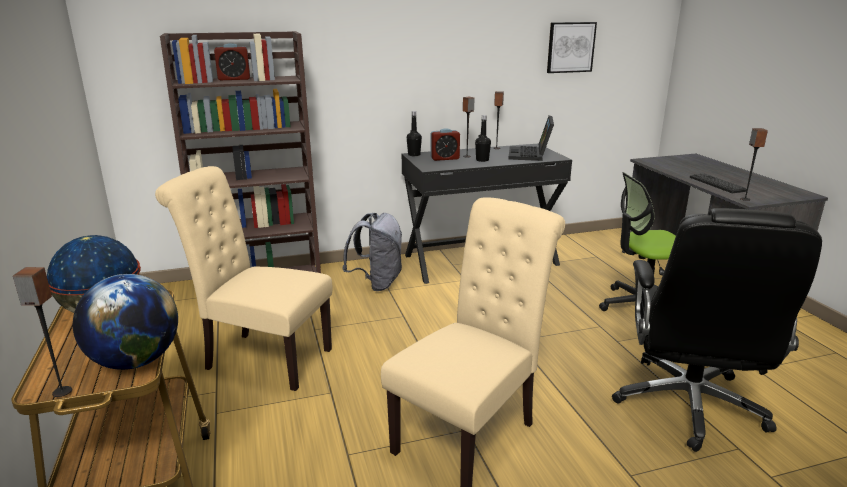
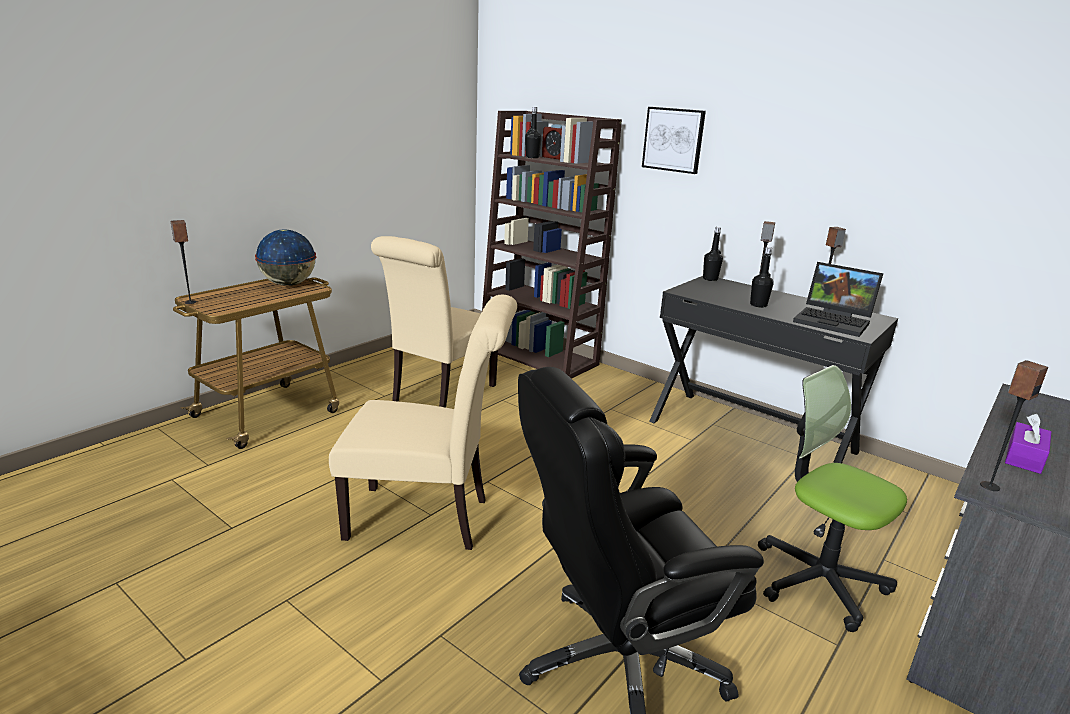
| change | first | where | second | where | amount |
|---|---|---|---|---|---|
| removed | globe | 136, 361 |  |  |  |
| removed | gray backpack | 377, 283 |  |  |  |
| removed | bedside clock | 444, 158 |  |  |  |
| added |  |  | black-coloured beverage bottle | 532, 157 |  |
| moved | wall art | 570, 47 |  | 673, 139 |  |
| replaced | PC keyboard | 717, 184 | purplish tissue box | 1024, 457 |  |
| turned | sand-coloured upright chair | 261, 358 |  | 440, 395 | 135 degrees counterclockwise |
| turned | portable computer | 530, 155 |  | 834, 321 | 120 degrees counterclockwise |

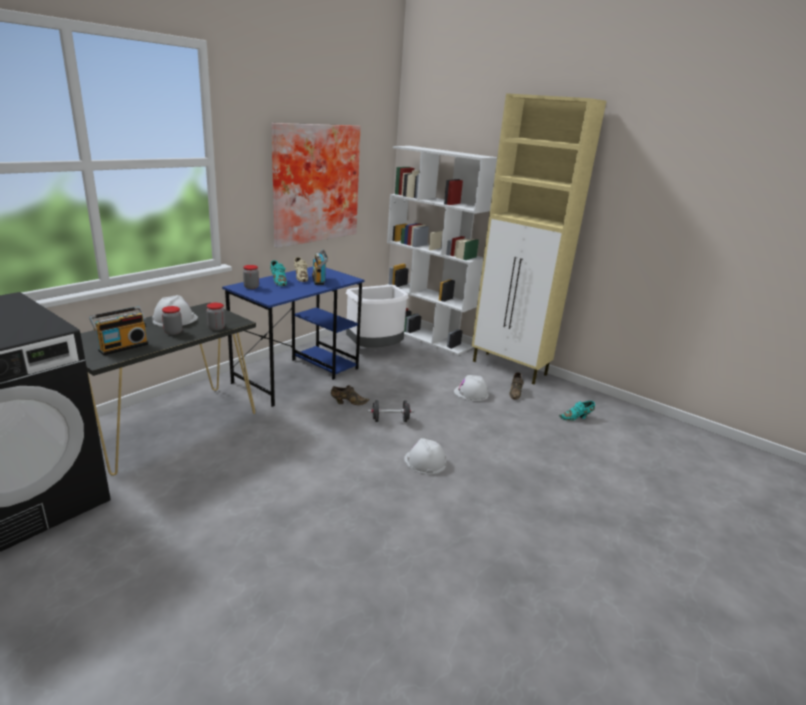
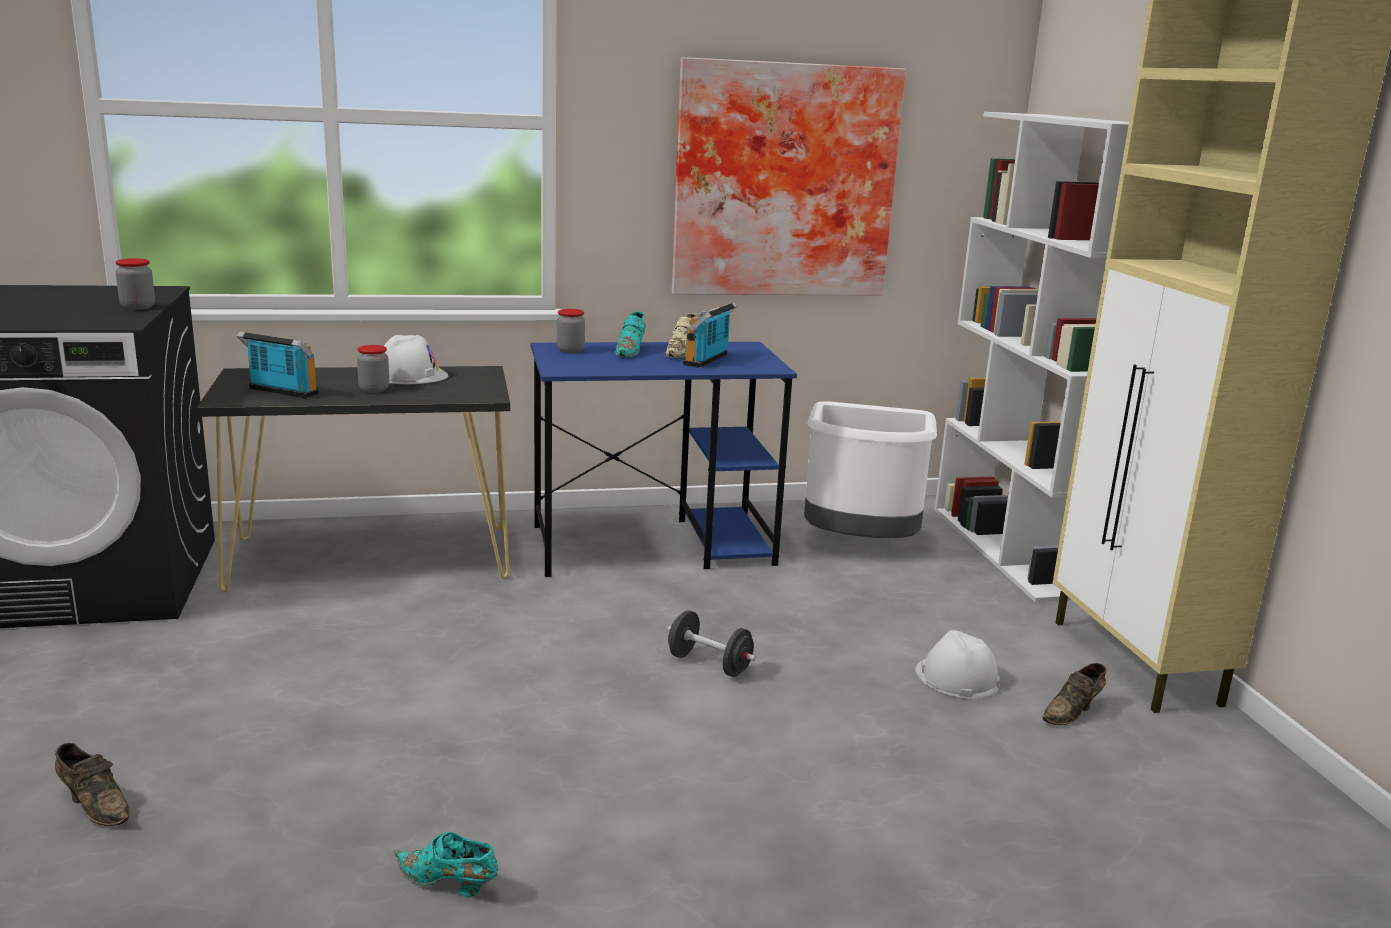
| change | first | where | second | where | amount |
|---|---|---|---|---|---|
| removed | white work helmet | 425, 461 |  |  |  |
| moved | jar | 216, 328 |  | 138, 307 |  |
| moved | brownish low shoe | 348, 403 |  | 95, 805 |  |
| moved | turquoise-coloured low shoe | 576, 418 |  | 448, 884 |  |
| turned | radio set | 123, 347 |  | 281, 392 | 150 degrees counterclockwise |

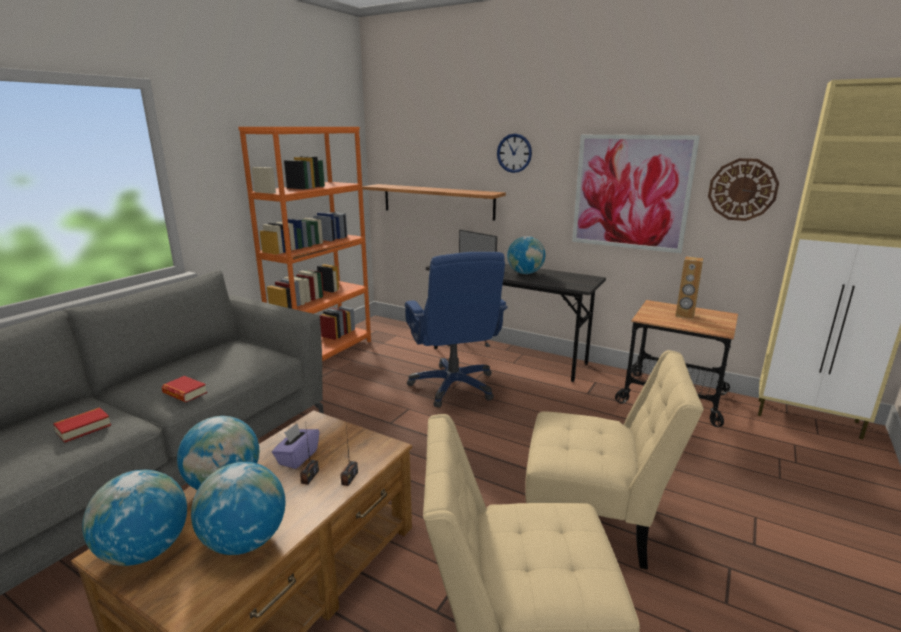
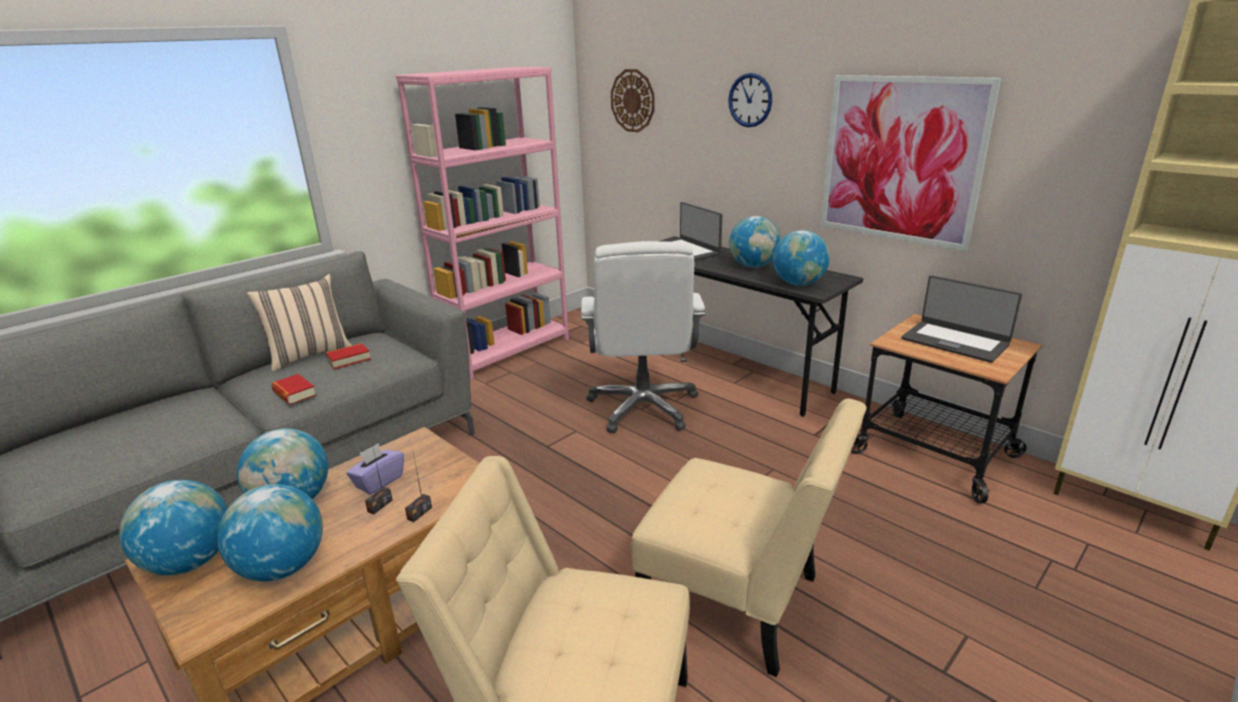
| change | first | where | second | where | amount |
|---|---|---|---|---|---|
| removed | bracket shelf | 437, 201 |  |  |  |
| added |  |  | sand-coloured cushion | 309, 355 |  |
| added |  |  | globe | 799, 284 |  |
| moved | bound book | 83, 428 |  | 349, 360 |  |
| moved | wall clock | 742, 189 |  | 633, 101 |  |
| replaced | brownish speaker | 684, 315 | portable computer | 955, 341 |  |
| recoloured | orange-coloured bookcase | 324, 354 | pinkish bookcase | 507, 351 |  |
| recoloured | blue-coloured office chair | 454, 386 | white office chair | 643, 407 |  |

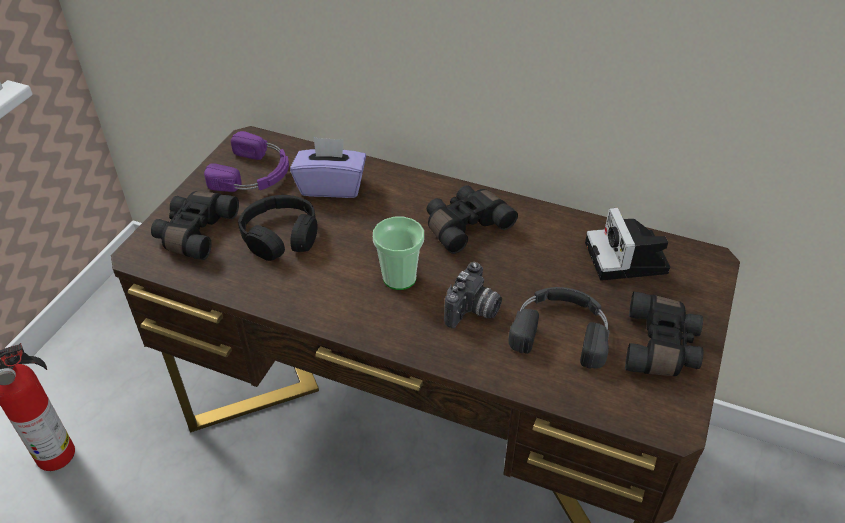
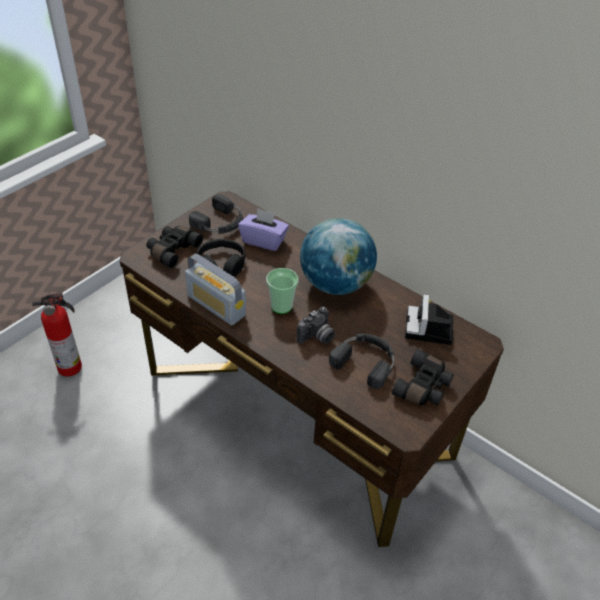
| change | first | where | second | where | amount |
|---|---|---|---|---|---|
| added |  |  | radio set | 216, 306 |  |
| replaced | black-coloured field glasses | 465, 225 | globe | 335, 284 |  |
| recoloured | purplish pair of headphones | 254, 174 | black-coloured pair of headphones | 220, 222 |  |

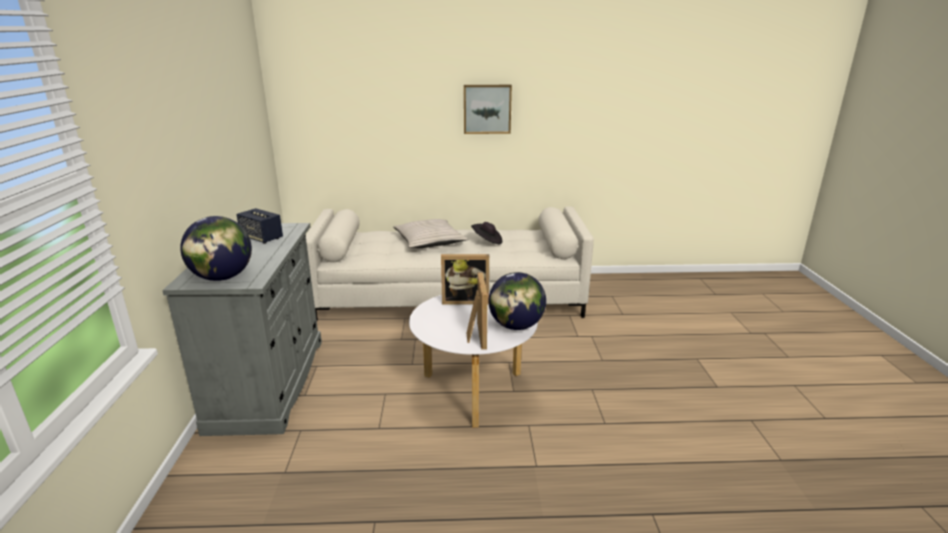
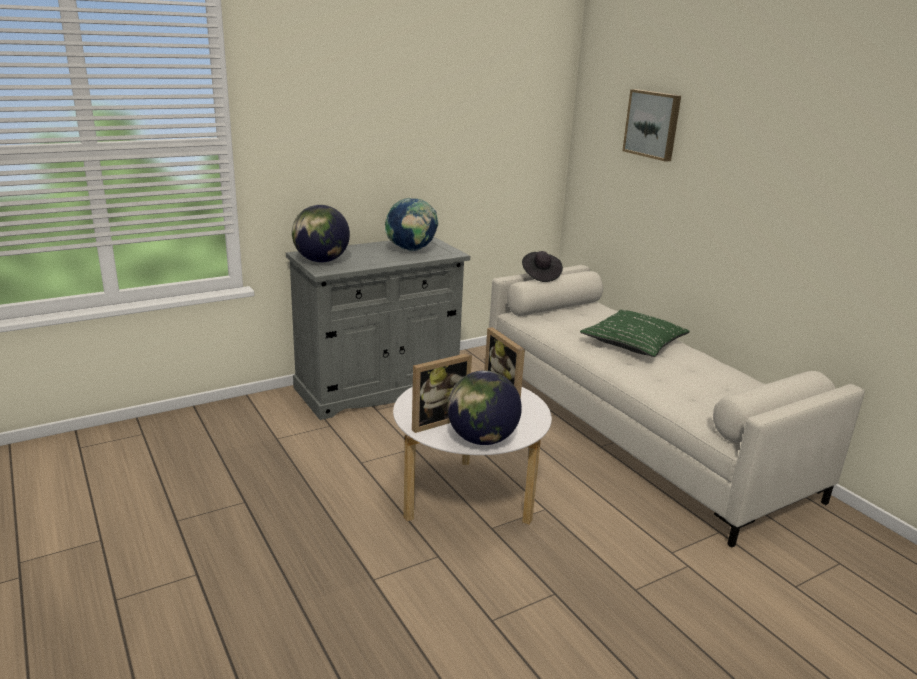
| change | first | where | second | where | amount |
|---|---|---|---|---|---|
| moved | wall art | 487, 109 |  | 653, 124 |  |
| moved | black-coloured hat | 487, 241 |  | 540, 275 |  |
| replaced | speaker | 261, 238 | globe | 411, 250 |  |
| recoloured | sand-coloured cushion | 429, 241 | green cushion | 634, 343 |  |

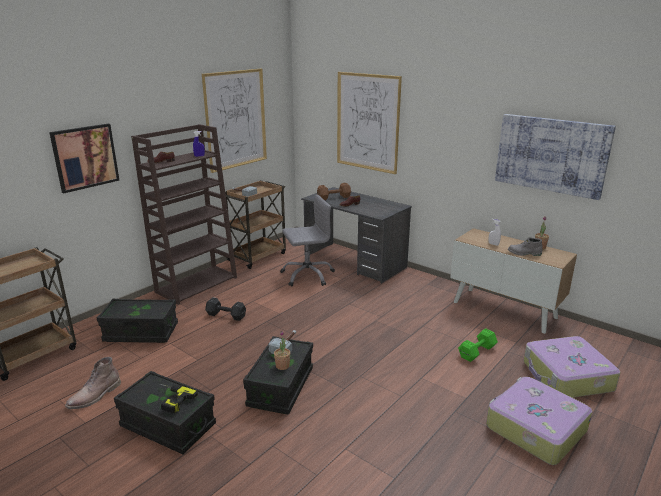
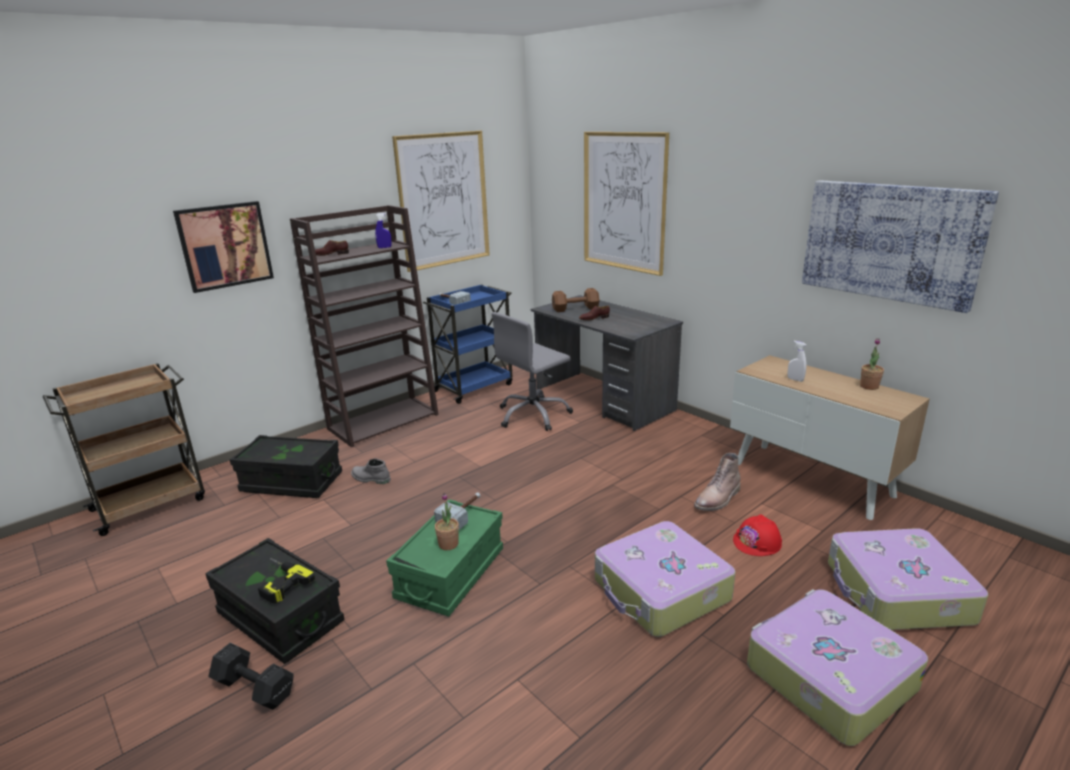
| change | first | where | second | where | amount |
|---|---|---|---|---|---|
| added |  |  | piece of luggage | 661, 591 |  |
| moved | brownish tall boot | 95, 396 |  | 718, 499 |  |
| moved | black-coloured free weight | 225, 315 |  | 253, 686 |  |
| moved | gray tall boot | 524, 253 |  | 370, 479 |  |
| replaced | green free weight | 478, 352 | reddish work helmet | 757, 542 |  |
| recoloured | brownish wheeled cart | 258, 256 | blue-coloured wheeled cart | 474, 387 |  |
| recoloured | black-coloured storage bin | 281, 387 | green storage bin | 451, 574 |  |
| turned | gray office chair | 307, 275 |  | 533, 415 | 150 degrees clockwise |

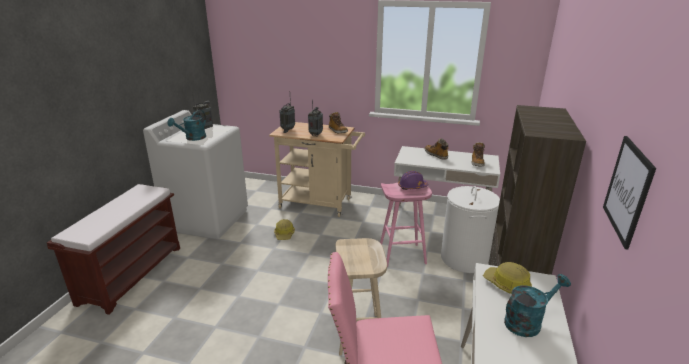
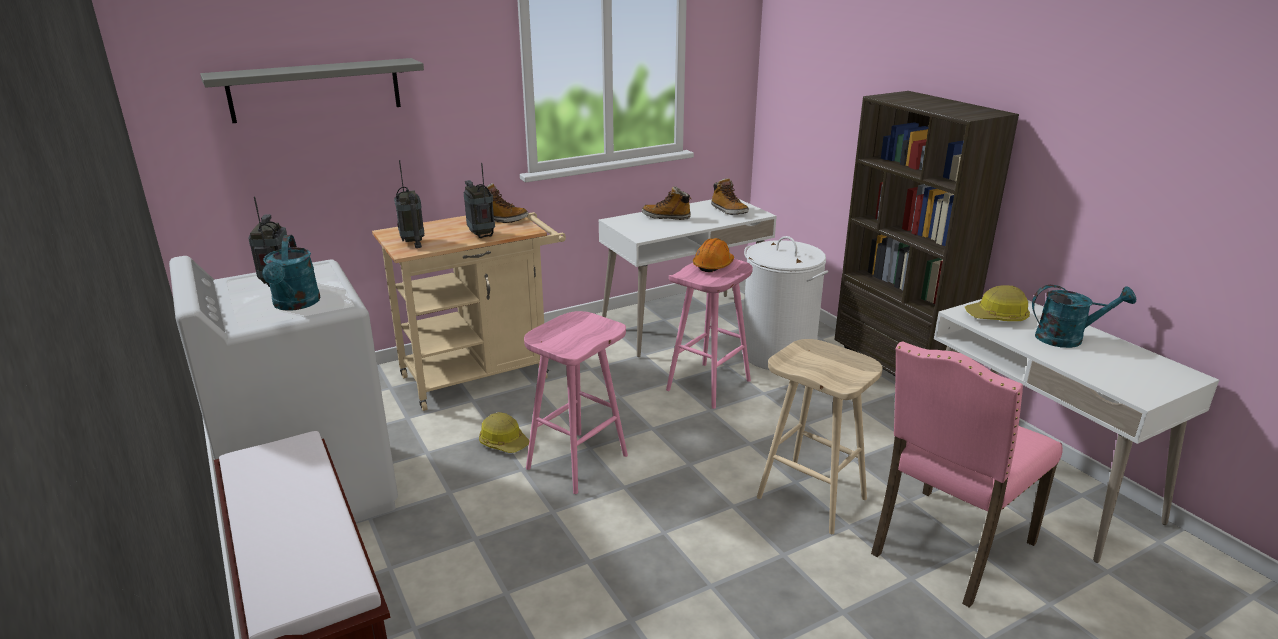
| change | first | where | second | where | amount |
|---|---|---|---|---|---|
| removed | wall art | 627, 190 |  |  |  |
| added |  |  | gray bracket shelf | 315, 90 |  |
| added |  |  | pinkish stool seat | 577, 461 |  |
| recoloured | purplish work helmet | 412, 187 | orange-coloured work helmet | 713, 265 |  |
| turned | turquoise-coloured watering can | 527, 322 |  | 1067, 338 | 75 degrees clockwise |

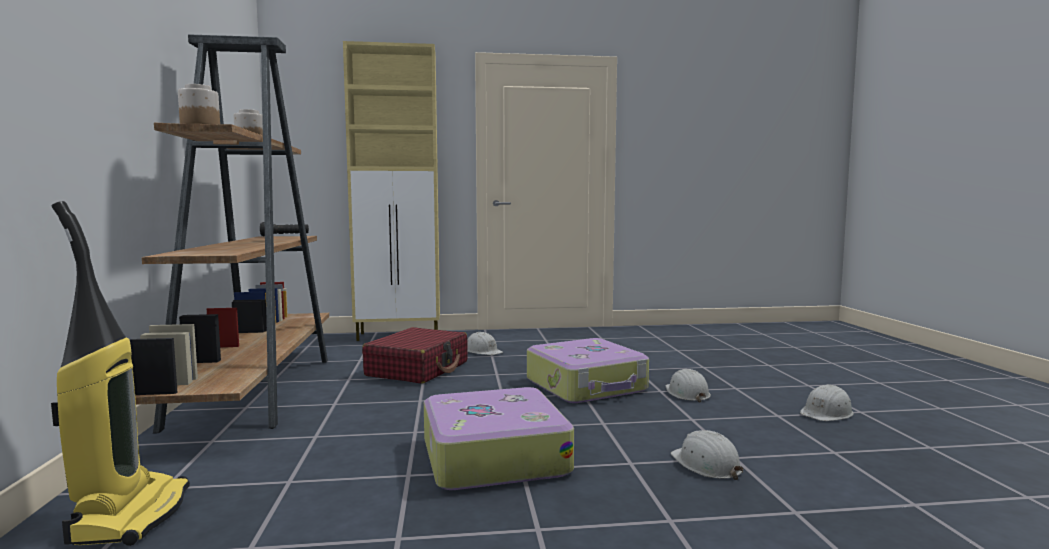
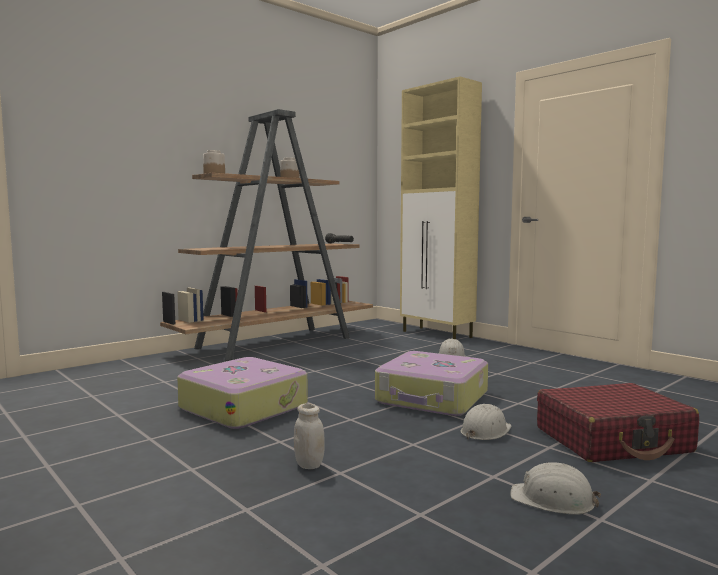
| change | first | where | second | where | amount |
|---|---|---|---|---|---|
| removed | vacuum cleaner | 130, 515 |  |  |  |
| moved | reddish piece of luggage | 418, 369 |  | 613, 440 |  |
| replaced | white work helmet | 706, 464 | white jar | 309, 465 |  |

